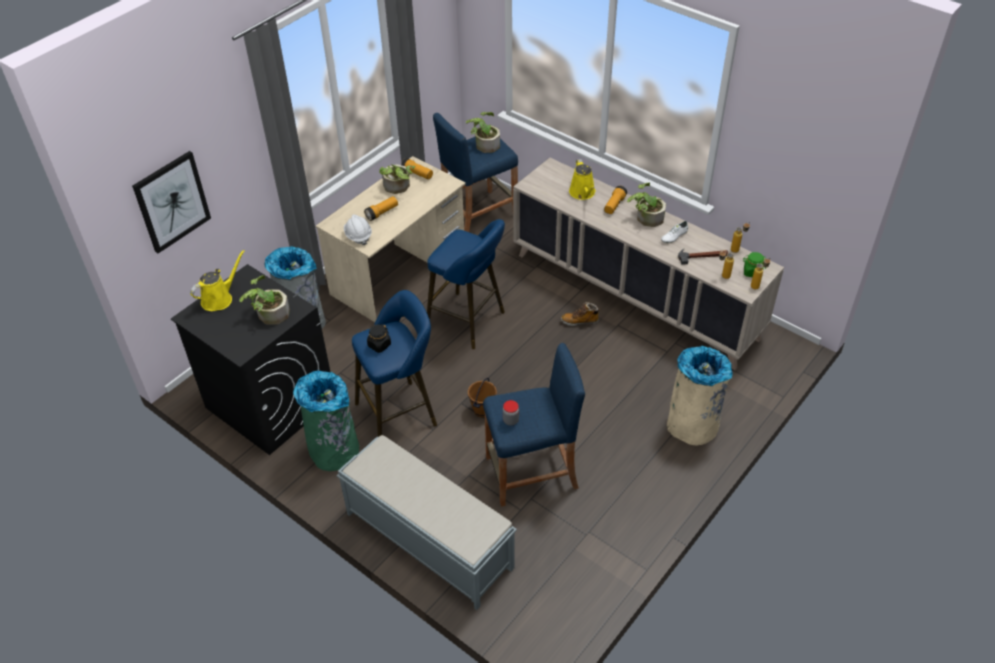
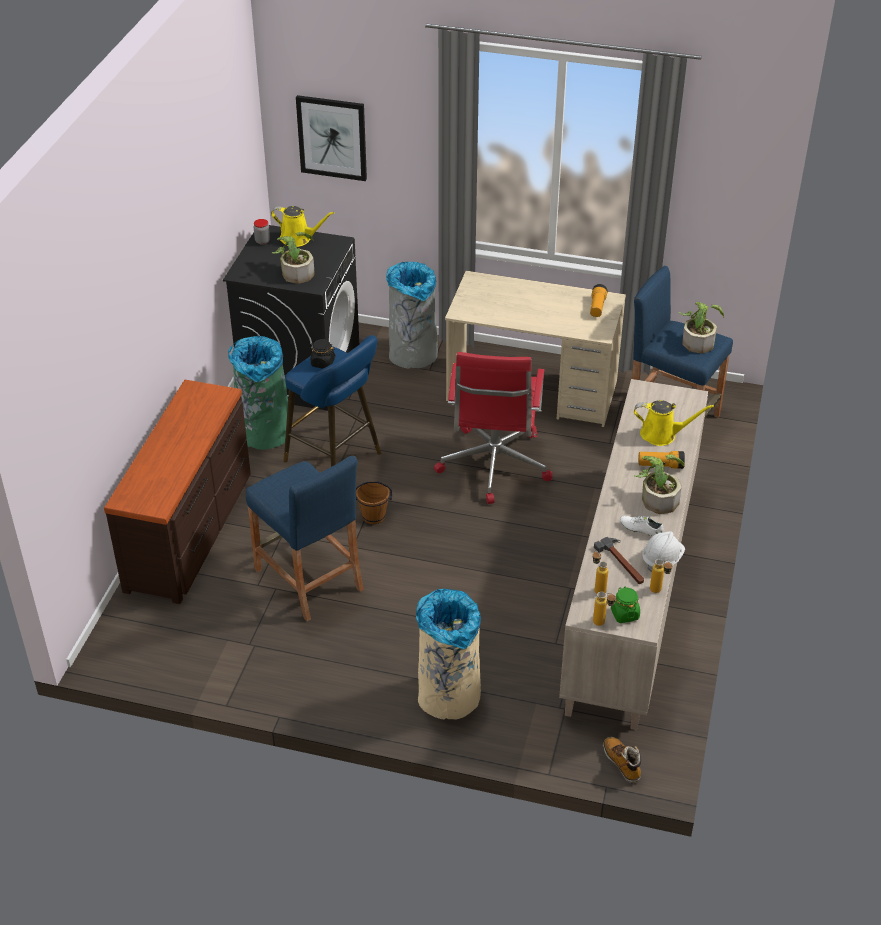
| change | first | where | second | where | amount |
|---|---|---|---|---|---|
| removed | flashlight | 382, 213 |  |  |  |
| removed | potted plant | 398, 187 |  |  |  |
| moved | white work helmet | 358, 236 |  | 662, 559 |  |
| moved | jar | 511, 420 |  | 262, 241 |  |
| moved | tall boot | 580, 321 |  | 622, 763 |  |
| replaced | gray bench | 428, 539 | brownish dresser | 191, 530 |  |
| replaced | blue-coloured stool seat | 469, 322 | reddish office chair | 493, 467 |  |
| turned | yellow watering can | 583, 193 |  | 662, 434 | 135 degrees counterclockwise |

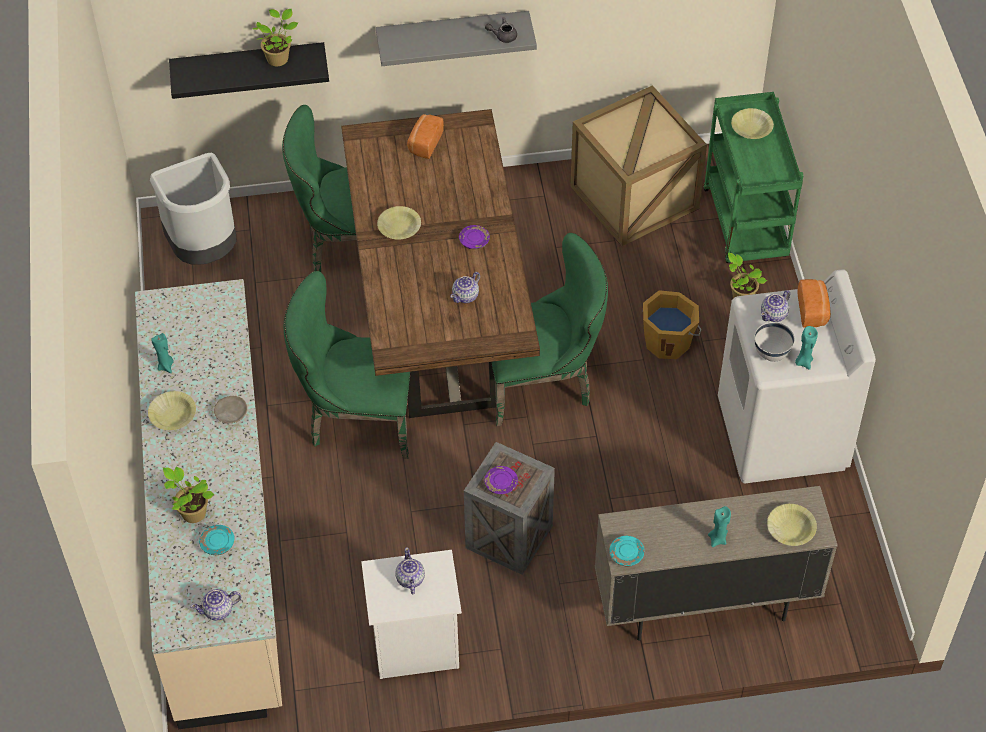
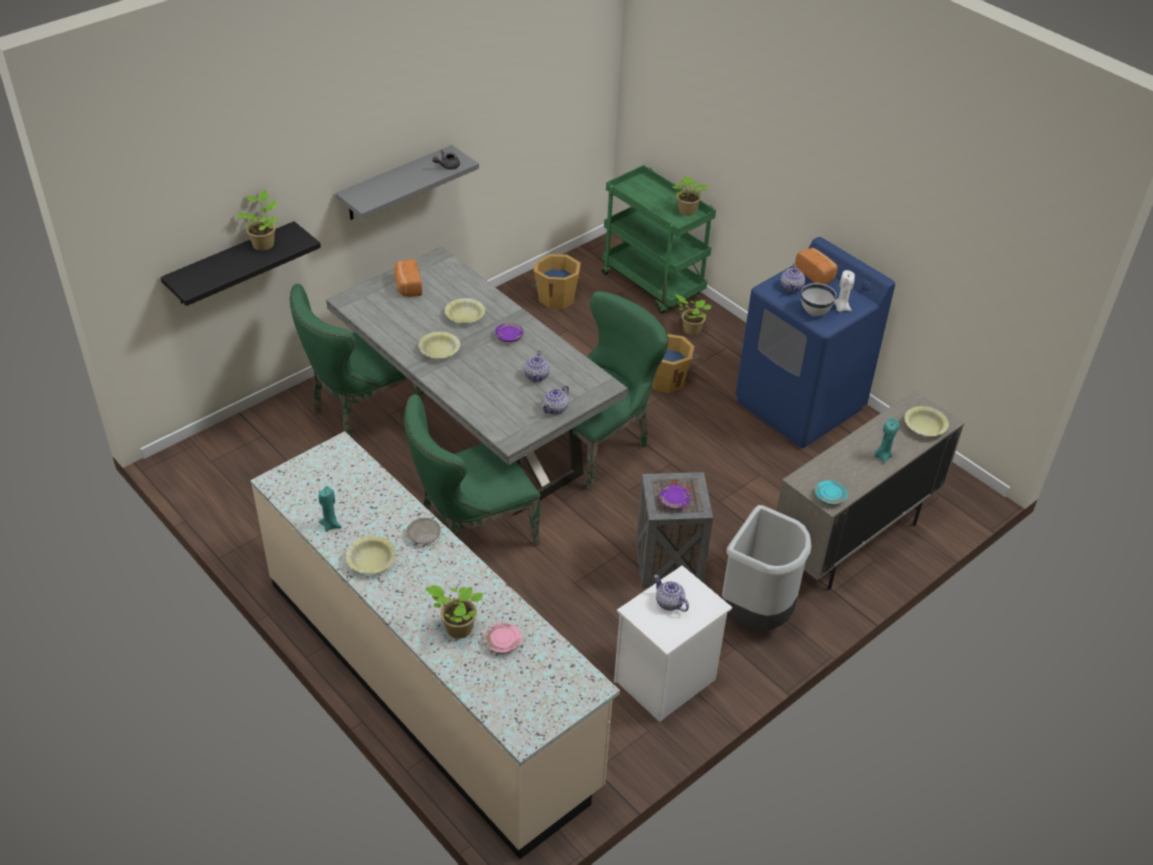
| change | first | where | second | where | amount |
|---|---|---|---|---|---|
| added |  |  | potted plant | 686, 211 |  |
| moved | gray trash can | 205, 252 |  | 756, 614 |  |
| moved | tea pot | 218, 610 |  | 555, 409 |  |
| moved | yellow serving bowl | 751, 129 |  | 465, 316 |  |
| replaced | packing crate | 632, 196 | orange-coloured pail | 556, 297 |  |
| recoloured | turquoise-coloured flat dish | 217, 544 | pinkish flat dish | 503, 643 |  |
| recoloured | brownish dinner table | 440, 312 | gray dinner table | 475, 430 |  |
| recoloured | white laundry appliance | 782, 435 | blue-coloured laundry appliance | 800, 405 |  |
| recoloured | turquoise-coloured candle | 803, 362 | white candle | 841, 308 |  |

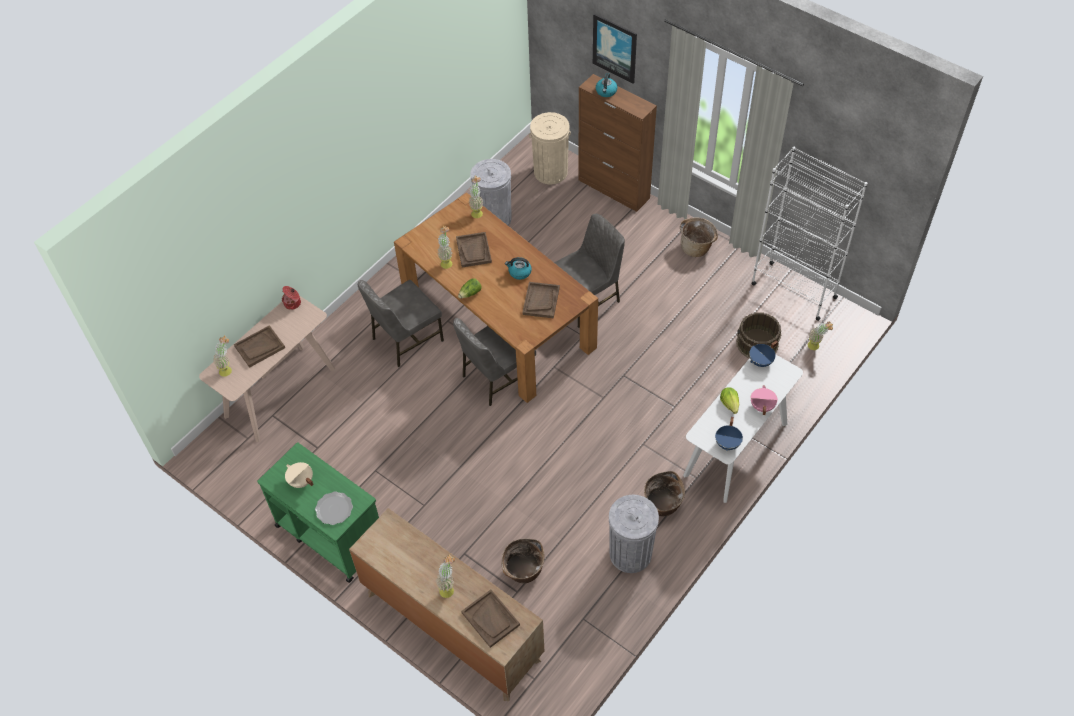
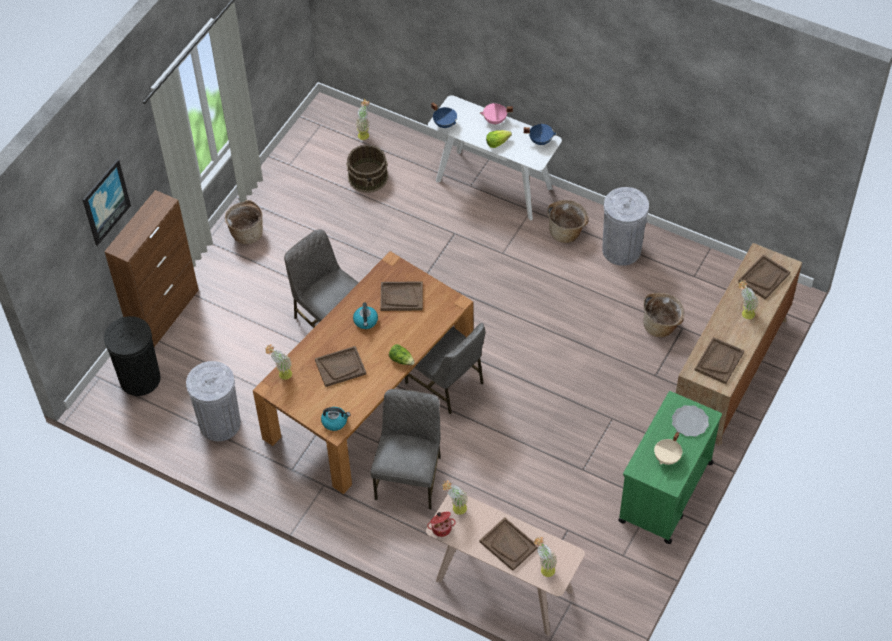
| change | first | where | second | where | amount |
|---|---|---|---|---|---|
| removed | white bookcase | 793, 290 |  |  |  |
| added |  |  | brownish serving tray | 719, 361 |  |
| moved | potted plant | 446, 261 |  | 455, 509 |  |
| moved | tea kettle | 606, 91 |  | 335, 421 |  |
| recoloured | sand-coloured trash can | 550, 172 | black-coloured trash can | 140, 379 |  |
| turned | gray upright chair | 406, 339 |  | 410, 477 | 120 degrees counterclockwise |

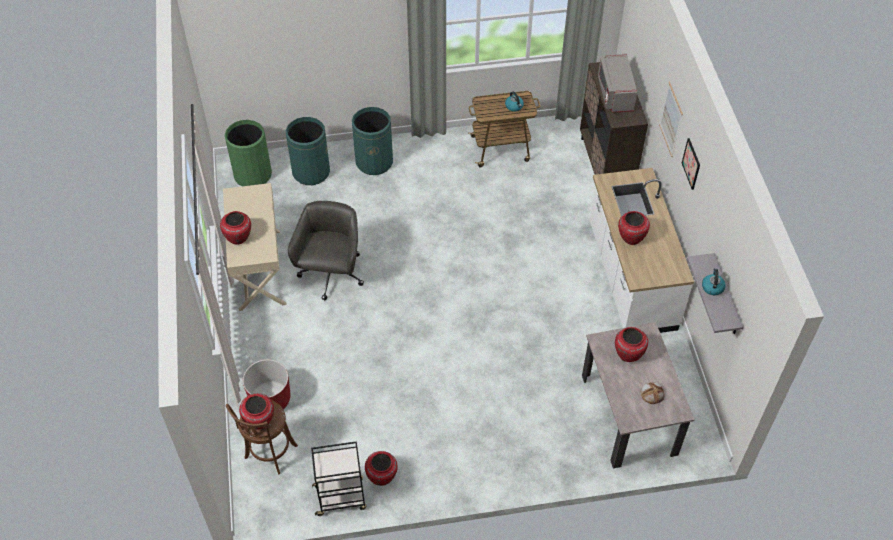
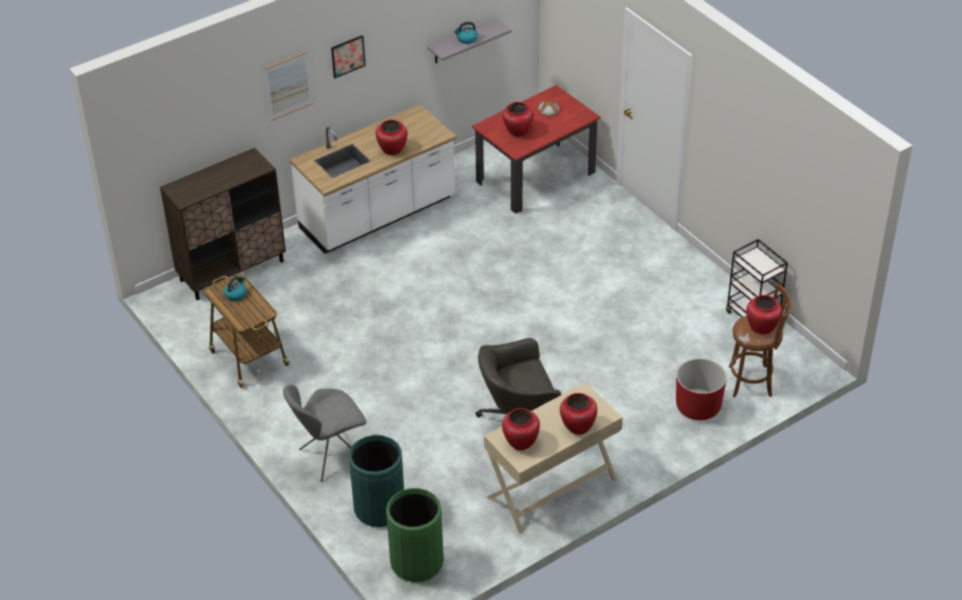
| change | first | where | second | where | amount |
|---|---|---|---|---|---|
| removed | gray microwave | 615, 93 |  |  |  |
| moved | reddish flower vase | 382, 476 |  | 520, 441 |  |
| replaced | green trash can | 374, 162 | gray upright chair | 330, 457 |  |
| recoloured | sand-coloured dinner table | 628, 415 | reddish dinner table | 535, 177 |  |

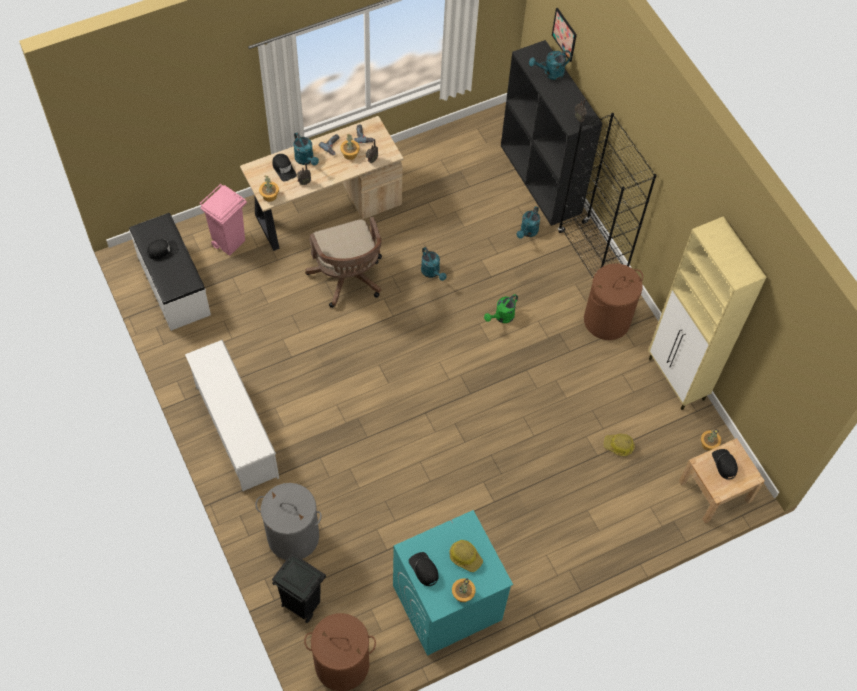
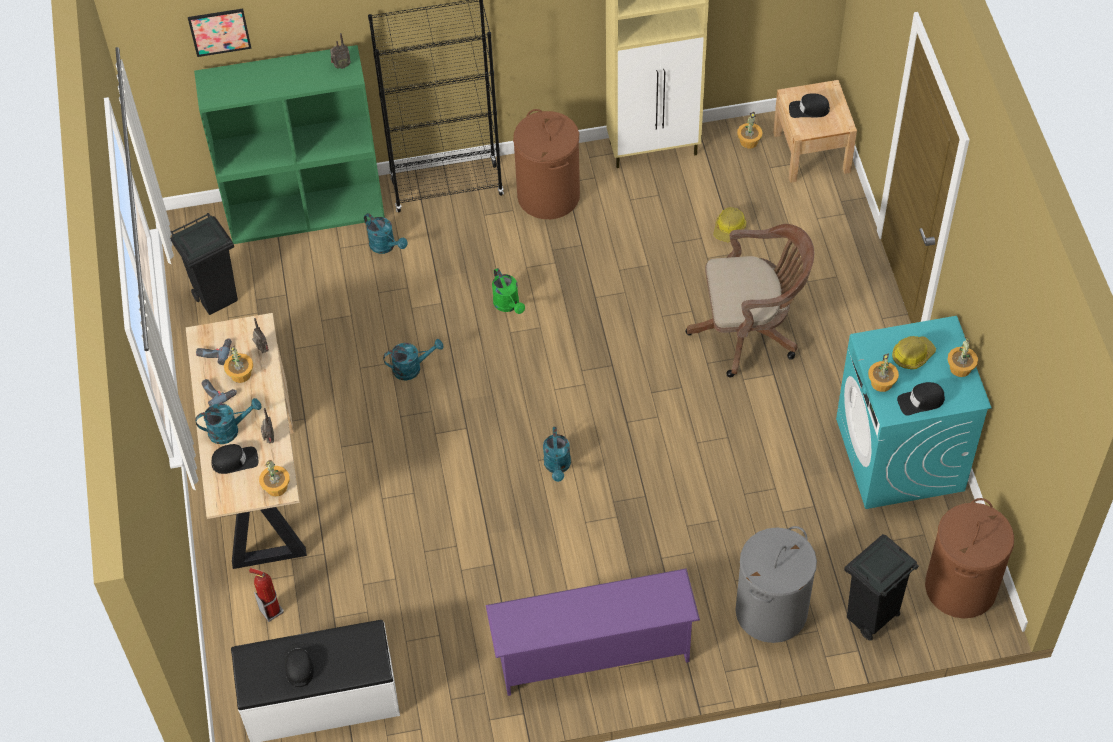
| change | first | where | second | where | amount |
|---|---|---|---|---|---|
| added |  |  | black-coloured trash can | 217, 298 |  |
| added |  |  | potted plant | 882, 383 |  |
| moved | brownish office chair | 348, 279 |  | 750, 332 |  |
| moved | turquoise-coloured watering can | 550, 73 |  | 557, 466 |  |
| replaced | pinkish trash can | 230, 242 | extinguisher | 271, 610 |  |
| recoloured | white shoe rack | 235, 431 | purplish shoe rack | 592, 656 |  |
| recoloured | black-coloured bookcase | 541, 179 | green bookcase | 307, 211 |  |

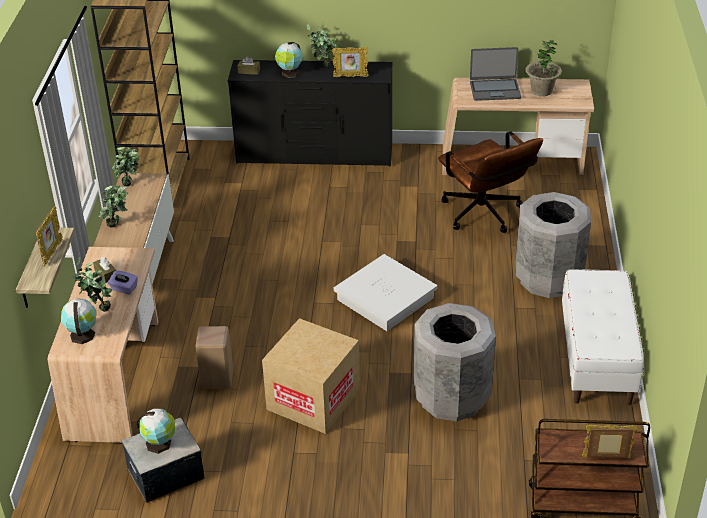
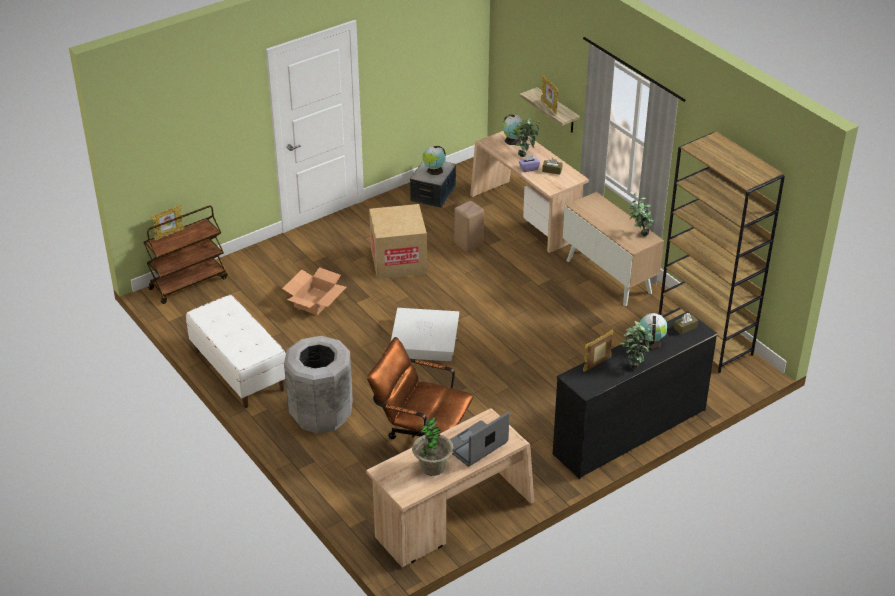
| change | first | where | second | where | amount |
|---|---|---|---|---|---|
| removed | potted plant | 118, 226 |  |  |  |
| replaced | gray trash can | 452, 397 | cardboard box | 315, 301 |  |

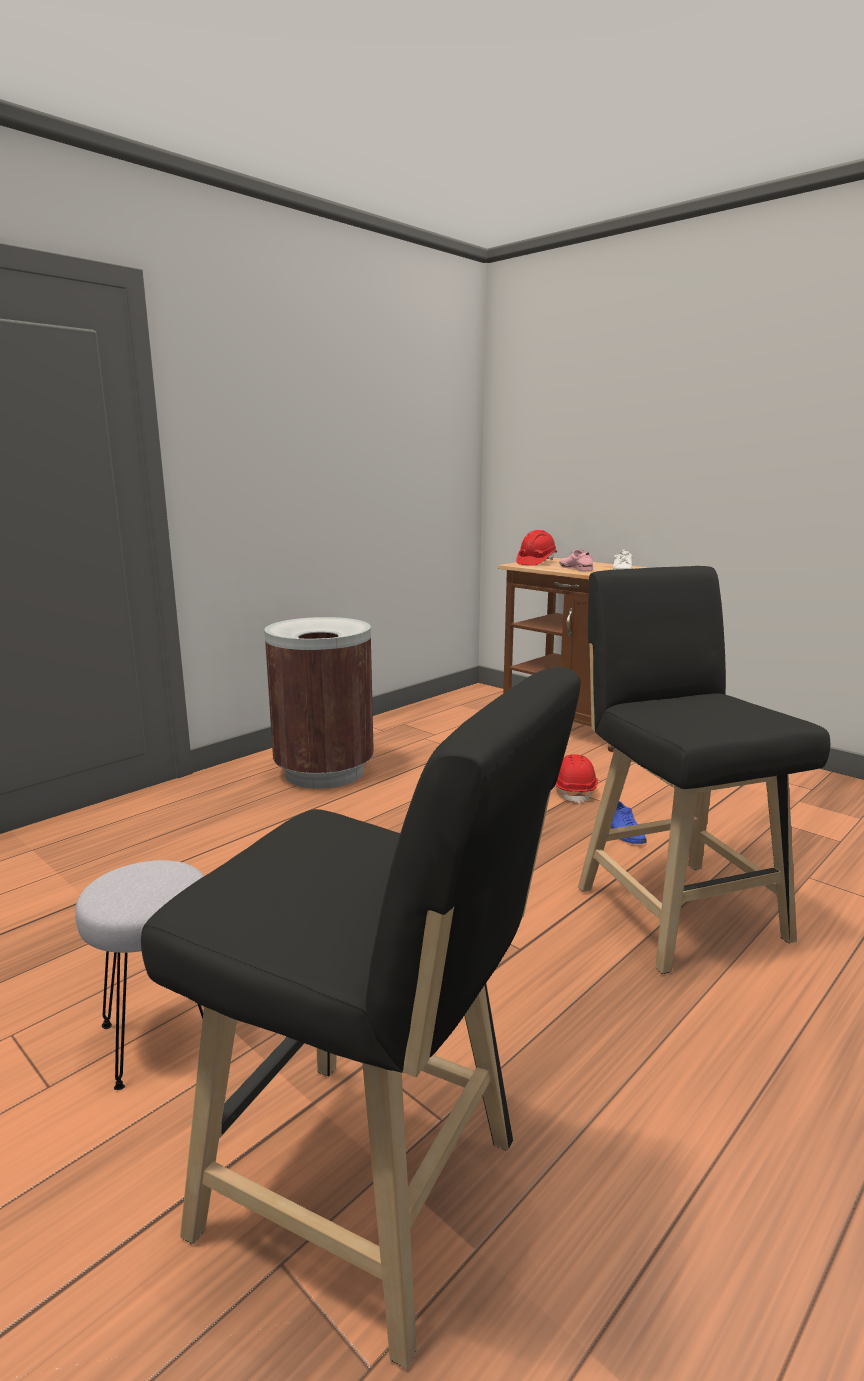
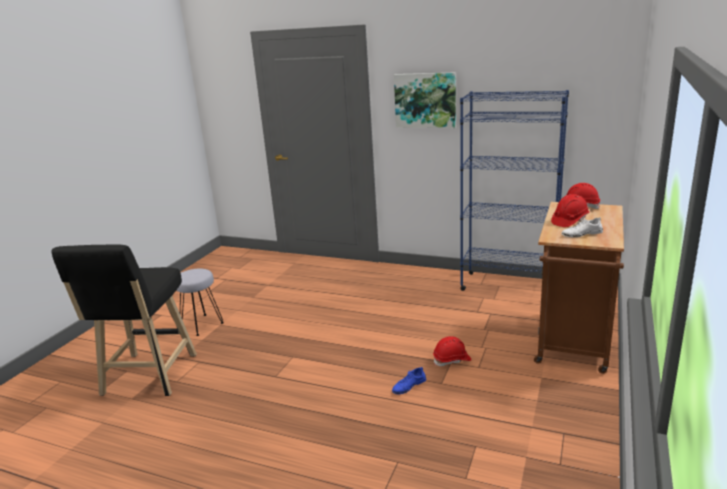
| change | first | where | second | where | amount |
|---|---|---|---|---|---|
| removed | brownish trash can | 324, 772 |  |  |  |
| removed | black-coloured stool seat | 673, 907 |  |  |  |
| added |  |  | wall art | 425, 100 |  |
| added |  |  | blue-coloured bookcase | 508, 286 |  |
| replaced | pinkish low shoe | 576, 568 | reddish work helmet | 569, 221 |  |

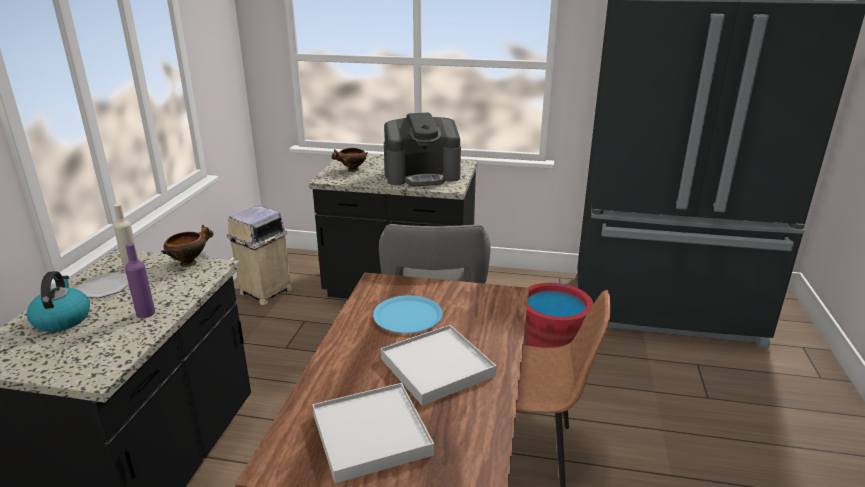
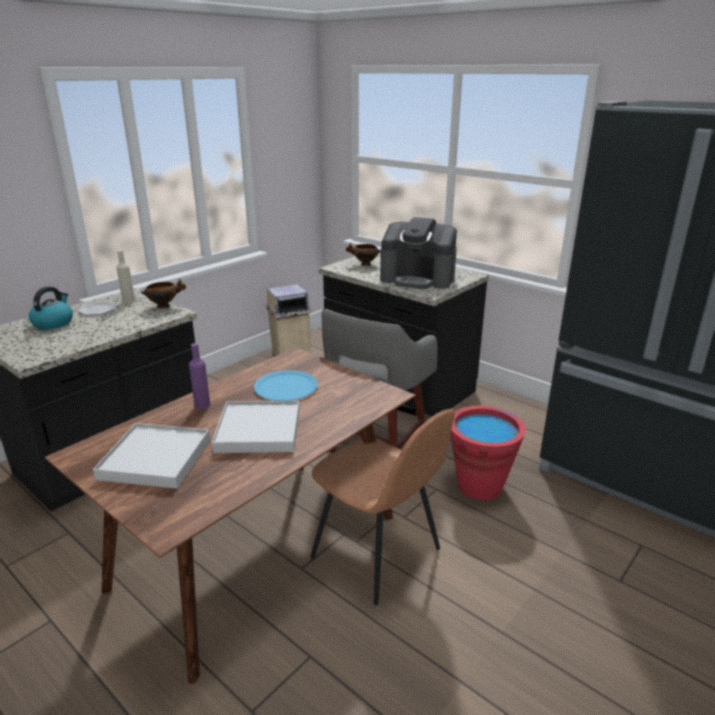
| change | first | where | second | where | amount |
|---|---|---|---|---|---|
| moved | purplish beverage bottle | 145, 313 |  | 202, 405 |  |

